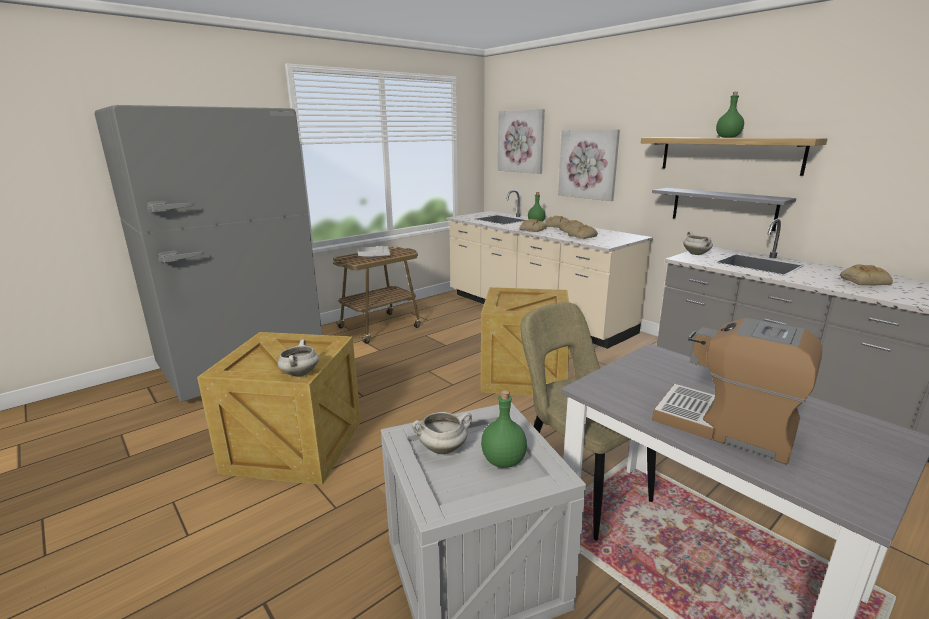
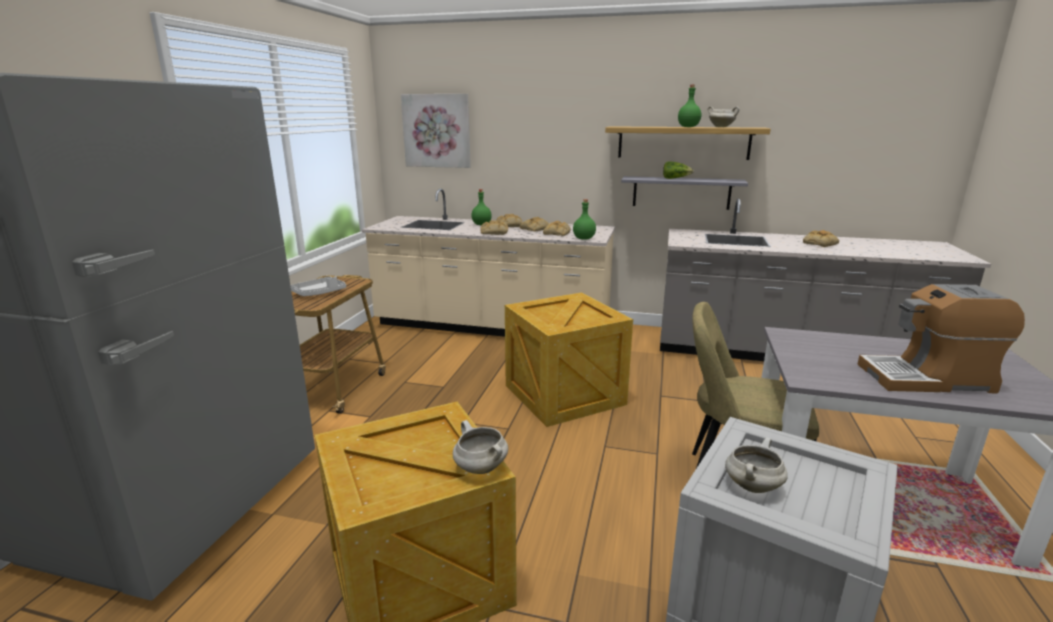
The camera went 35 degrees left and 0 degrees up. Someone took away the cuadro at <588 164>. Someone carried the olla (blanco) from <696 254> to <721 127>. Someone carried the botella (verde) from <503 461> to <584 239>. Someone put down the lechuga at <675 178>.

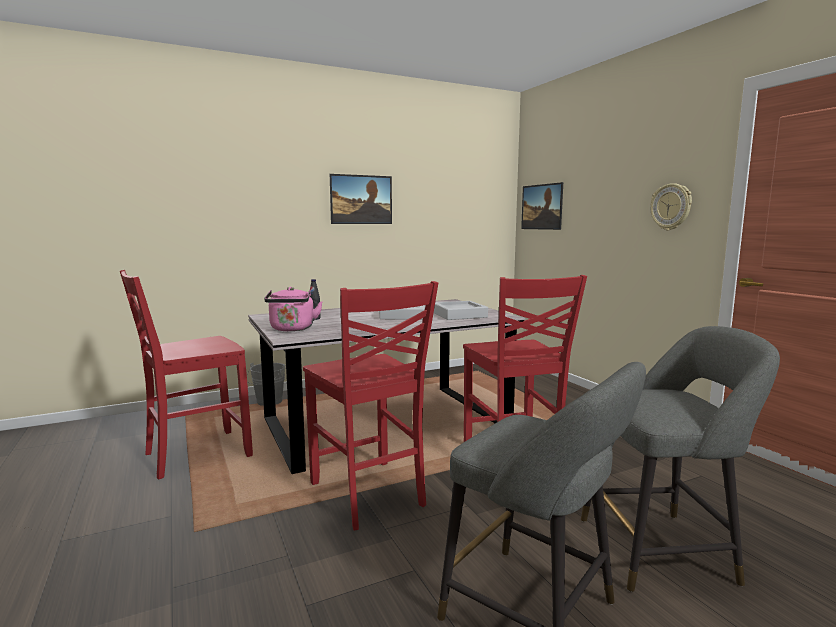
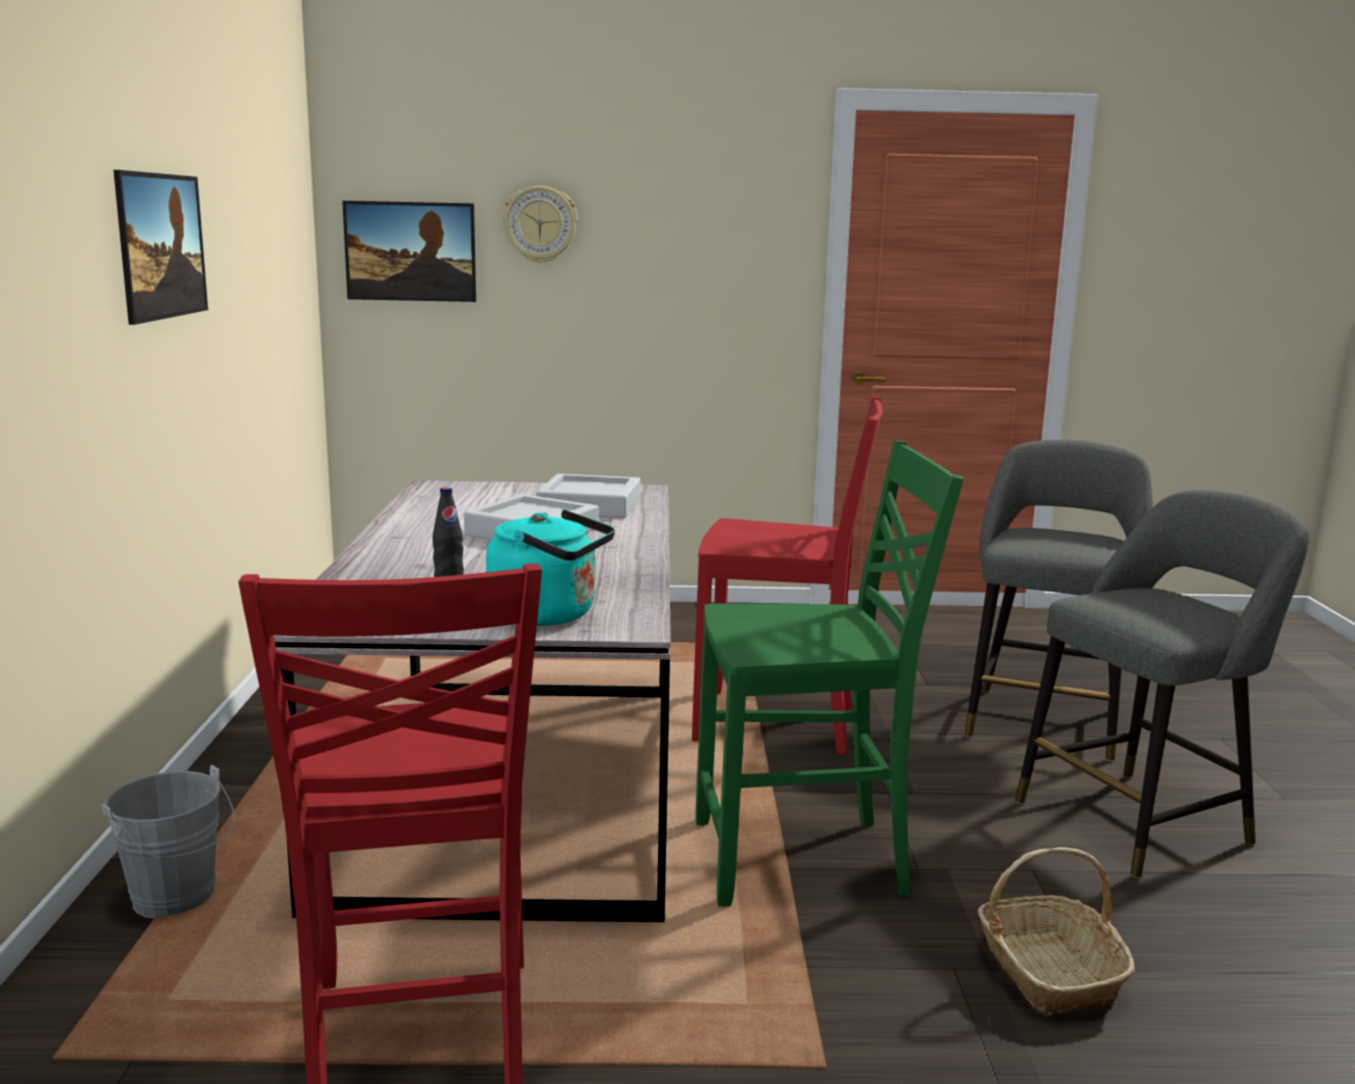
The camera went 65 degrees left and 5 degrees up. Someone carried the reloj de pared from <671 207> to <540 224>. Someone repainted the silla (rojo) at <369 495>, which became the silla (verde) at <804 860>. Someone repainted the hervidor (rosa) at <292 329>, which became the hervidor (turquesa) at <550 615>. Someone put down the cesta at <1047 970>.

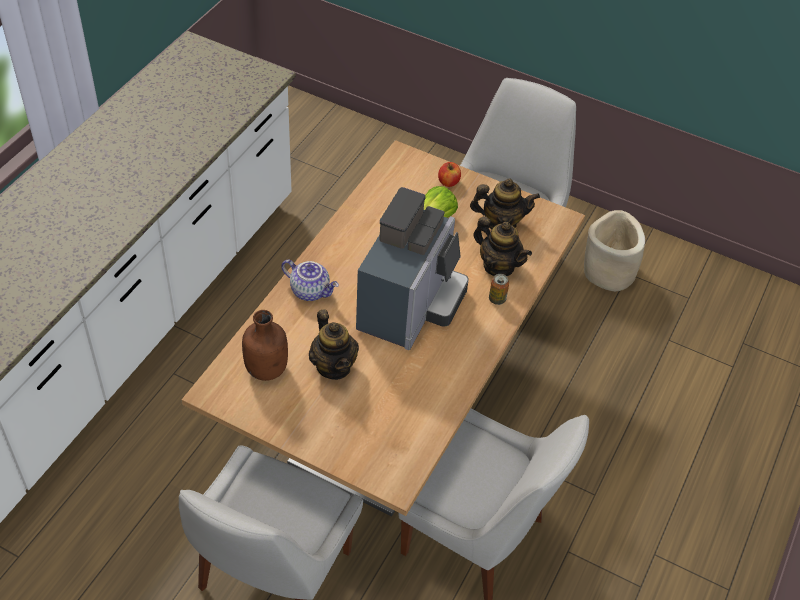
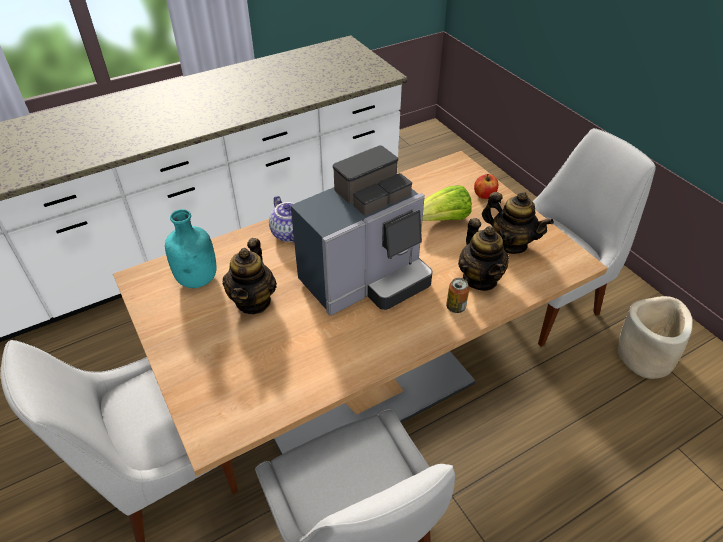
The camera went 35 degrees right and 5 degrees down. Someone repainted the botella (marrón) at <267 369>, which became the botella (turquesa) at <198 279>.

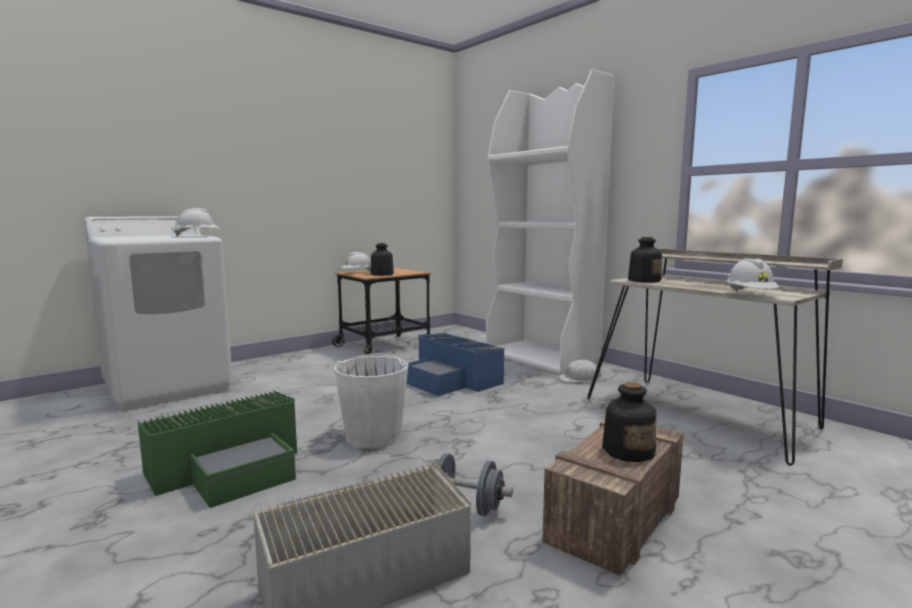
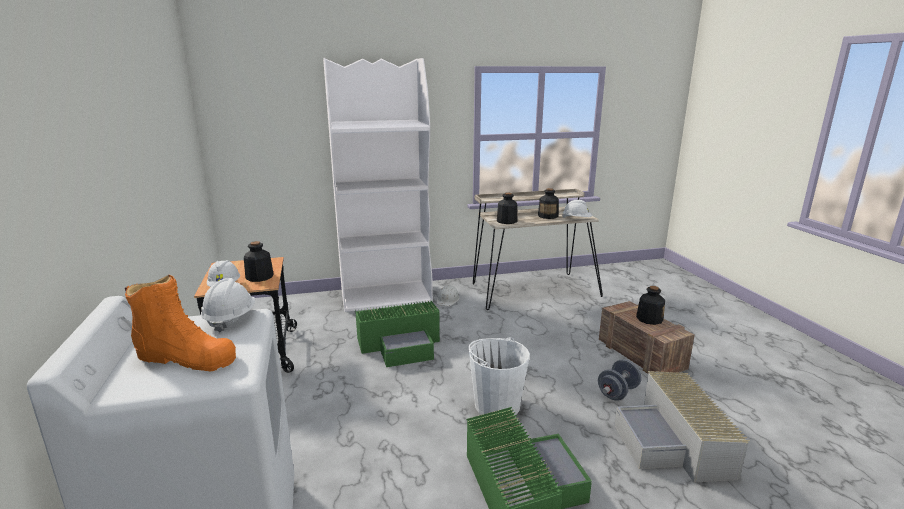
The camera went 65 degrees left and 10 degrees up. Someone repainted the caja de almacenaje (azul) at <452 380>, which became the caja de almacenaje (verde) at <401 344>. Someone put down the botella at <548 216>. Someone put down the bota (naranja) at <186 358>.

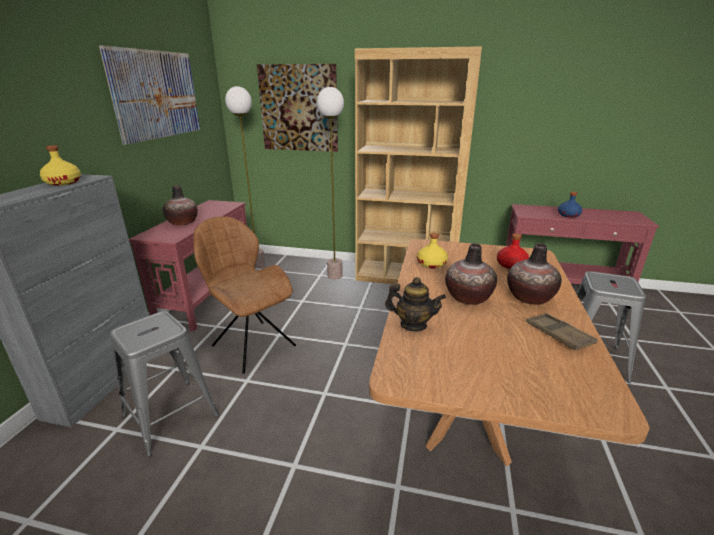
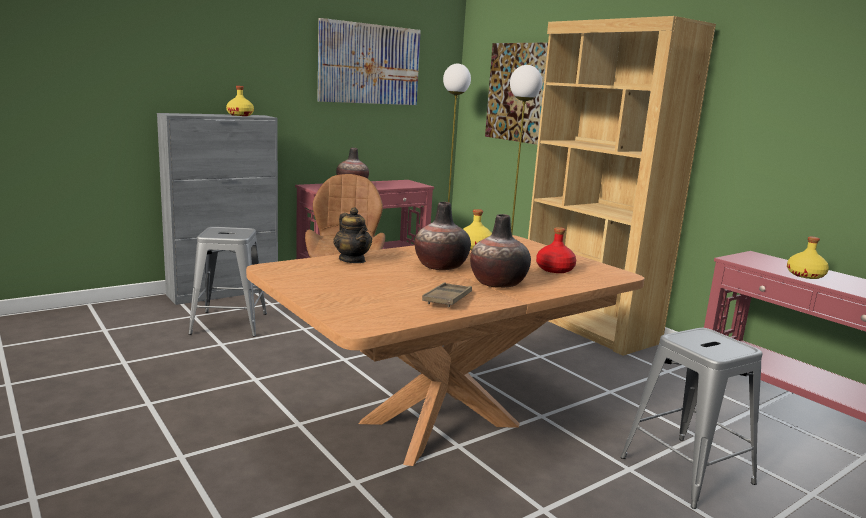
The camera went 40 degrees right and 10 degrees down. Someone repainted the botella (azul) at <568 215>, which became the botella (amarillo) at <805 275>.

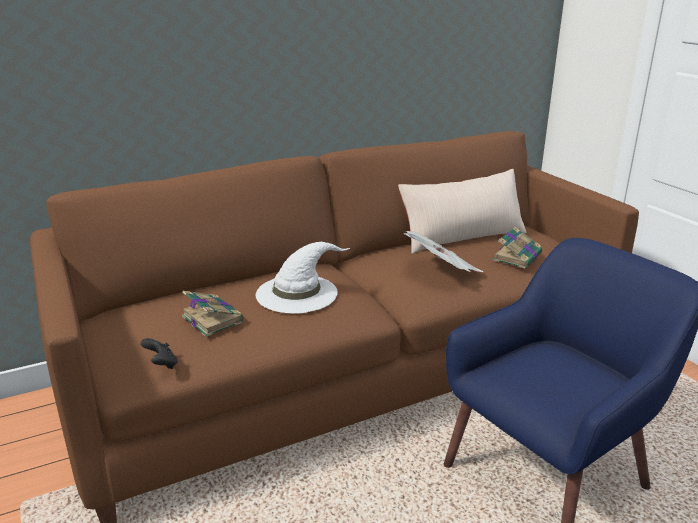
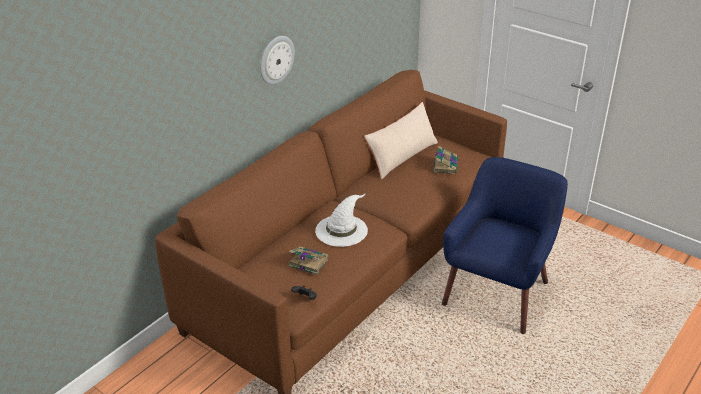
The camera went 25 degrees left and 10 degrees up. Someone took away the periódico at <442 271>. Someone put up the reloj de pared at <276 59>.

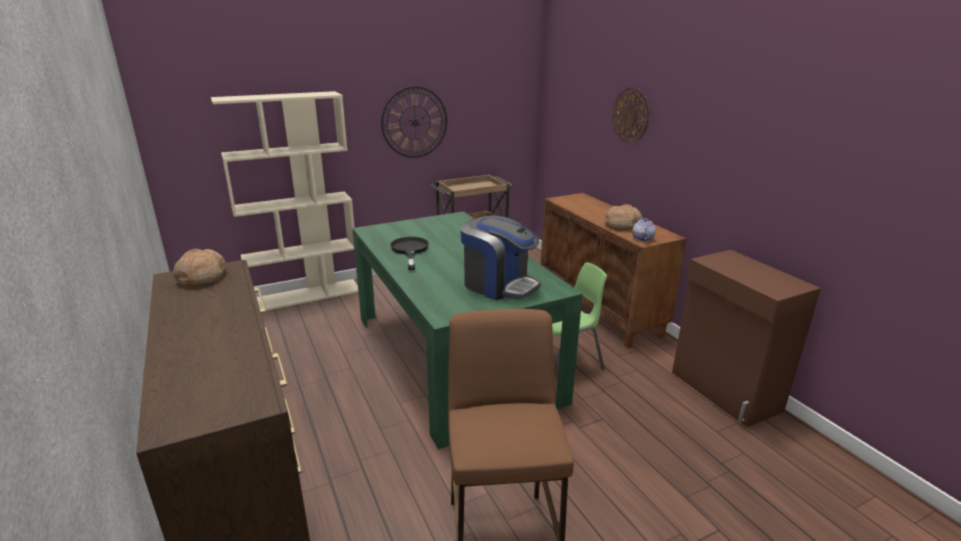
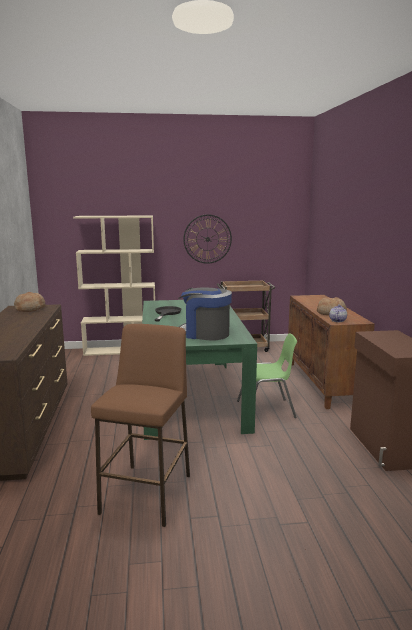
The camera went 20 degrees right and 10 degrees down. Someone took away the reloj de pared at <631 115>. Someone rotated the cafetera at <499 285> by 150 degrees clockwise.

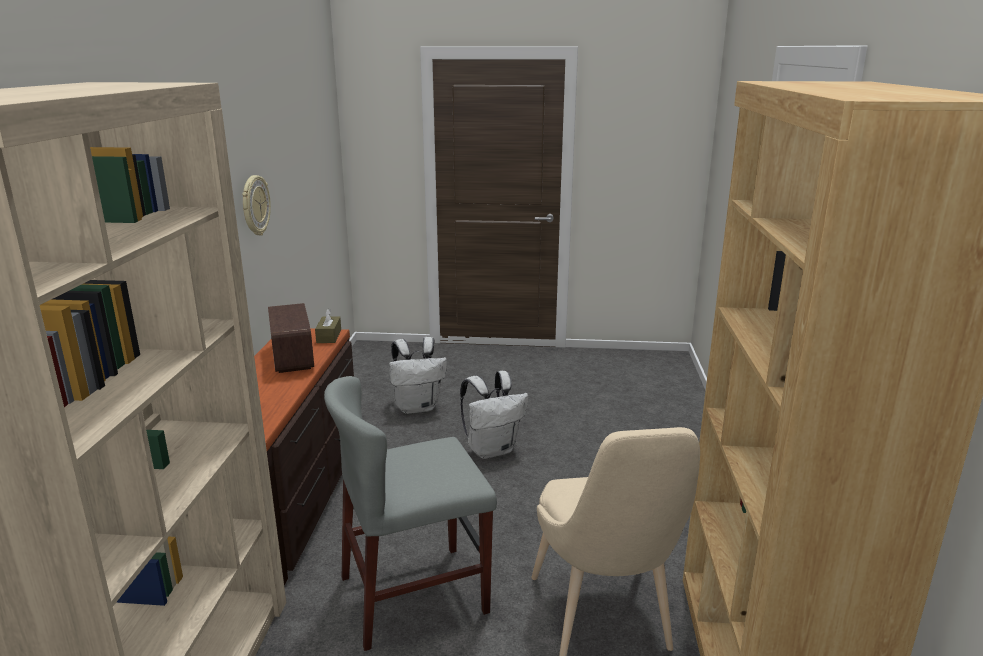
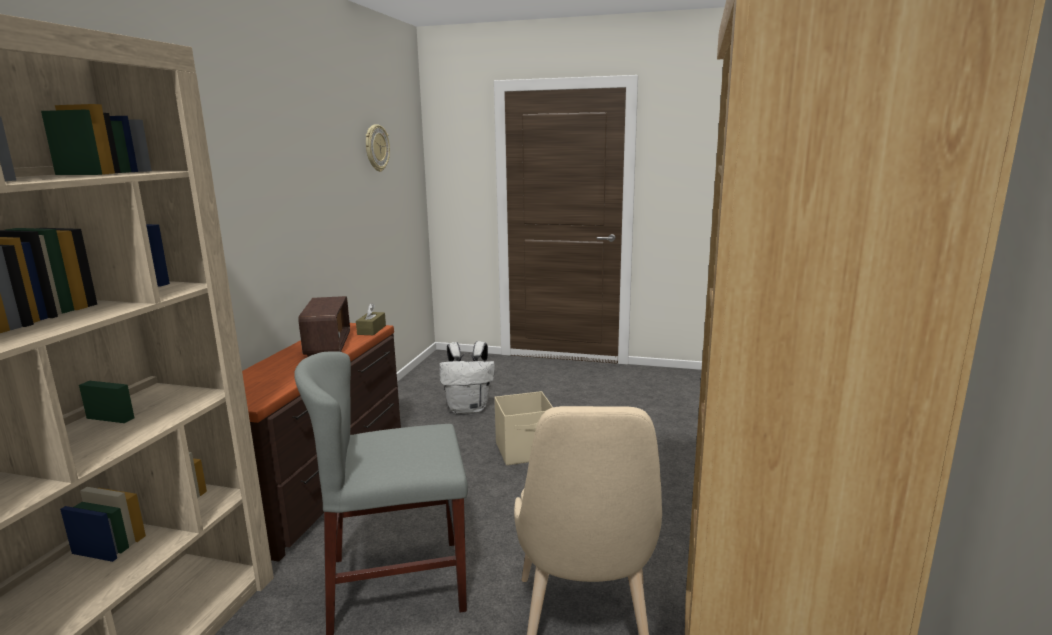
The camera went 10 degrees right and 5 degrees down. Someone carried the reloj de pared from <254 205> to <376 148>. Someone swapped the mochila (blanco) at <492 449> for the caja de almacenaje (beis) at <525 451>.

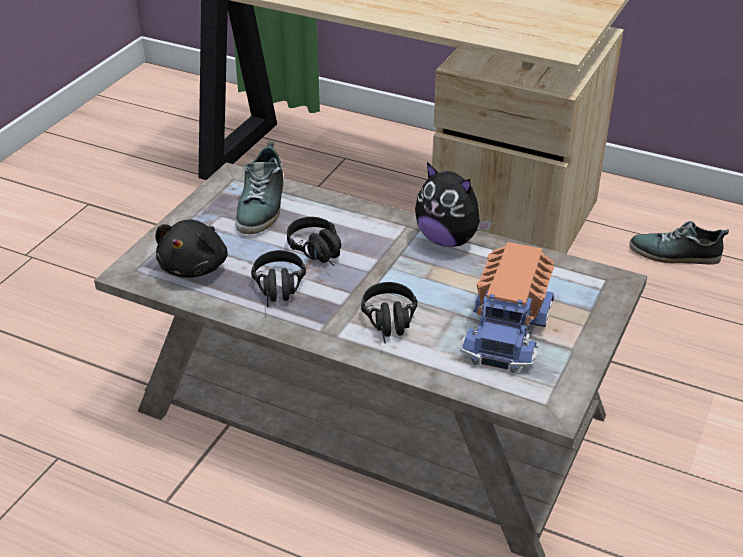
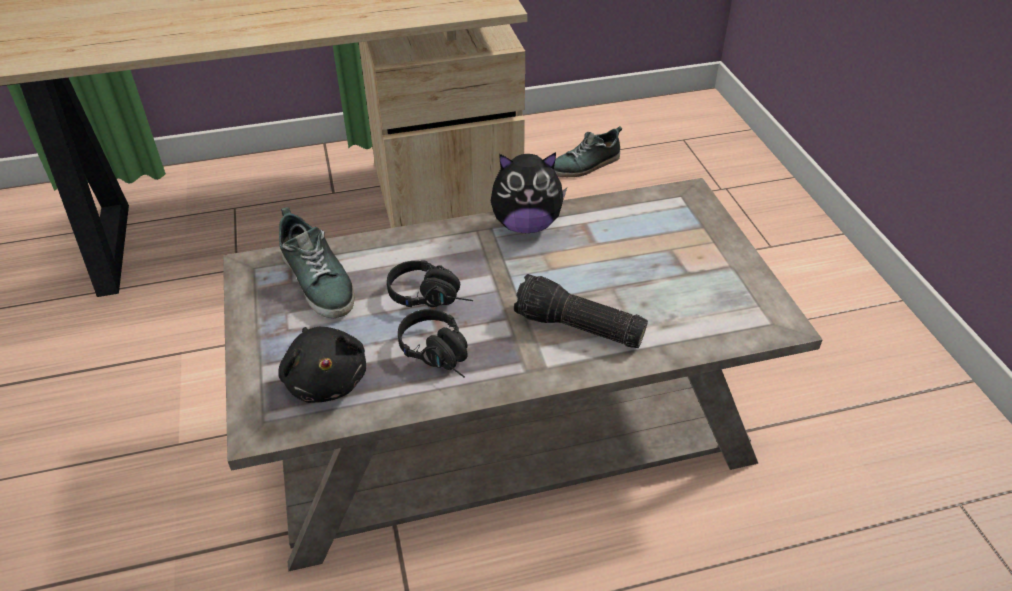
The camera went 40 degrees left and 5 degrees up. Someone took away the camión de juguete at <509 329>. Someone swapped the auriculares (negro) at <391 325> for the linterna at <577 328>.

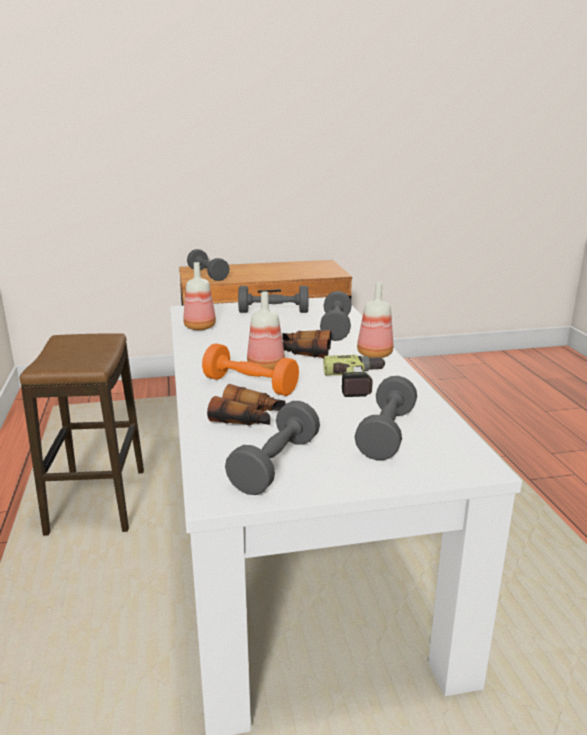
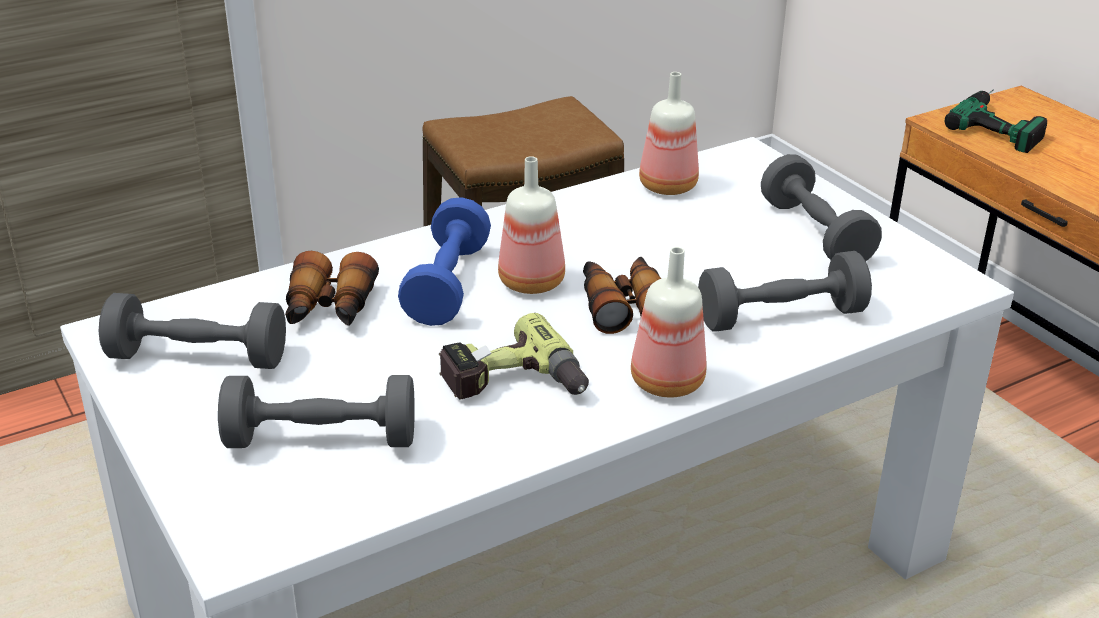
The camera went 70 degrees right and 10 degrees up. Someone swapped the mancuerna (gris) at <208 275> for the taladro at <1002 124>. Someone repainted the mancuerna (naranja) at <250 385>, which became the mancuerna (azul) at <447 285>.

